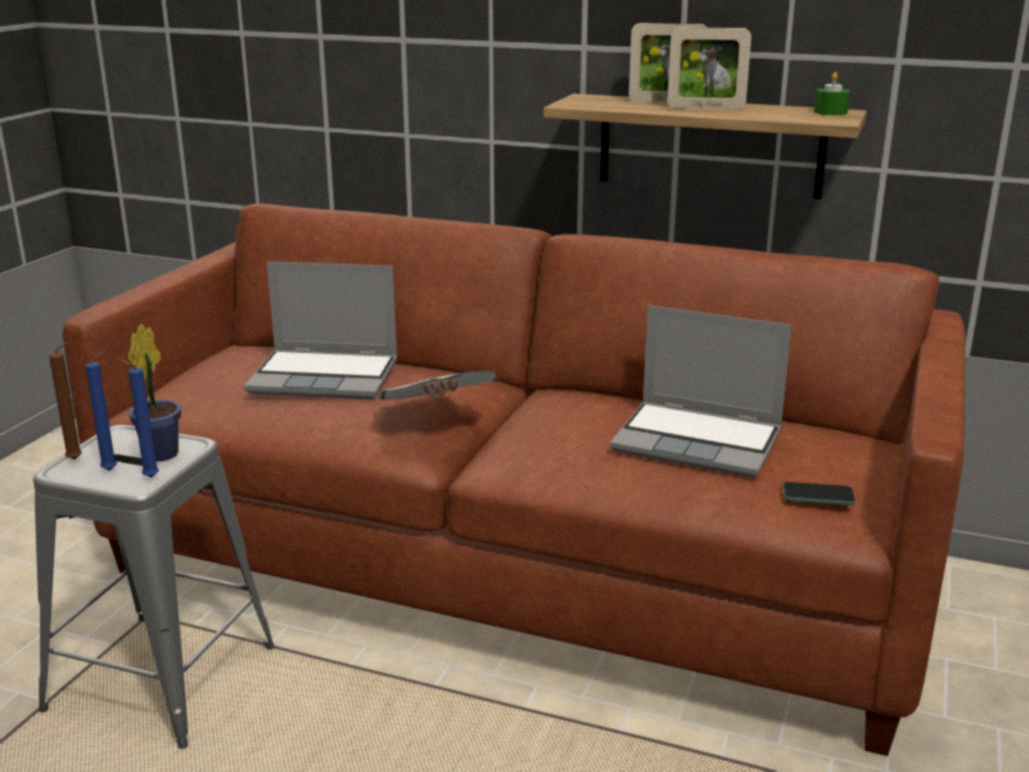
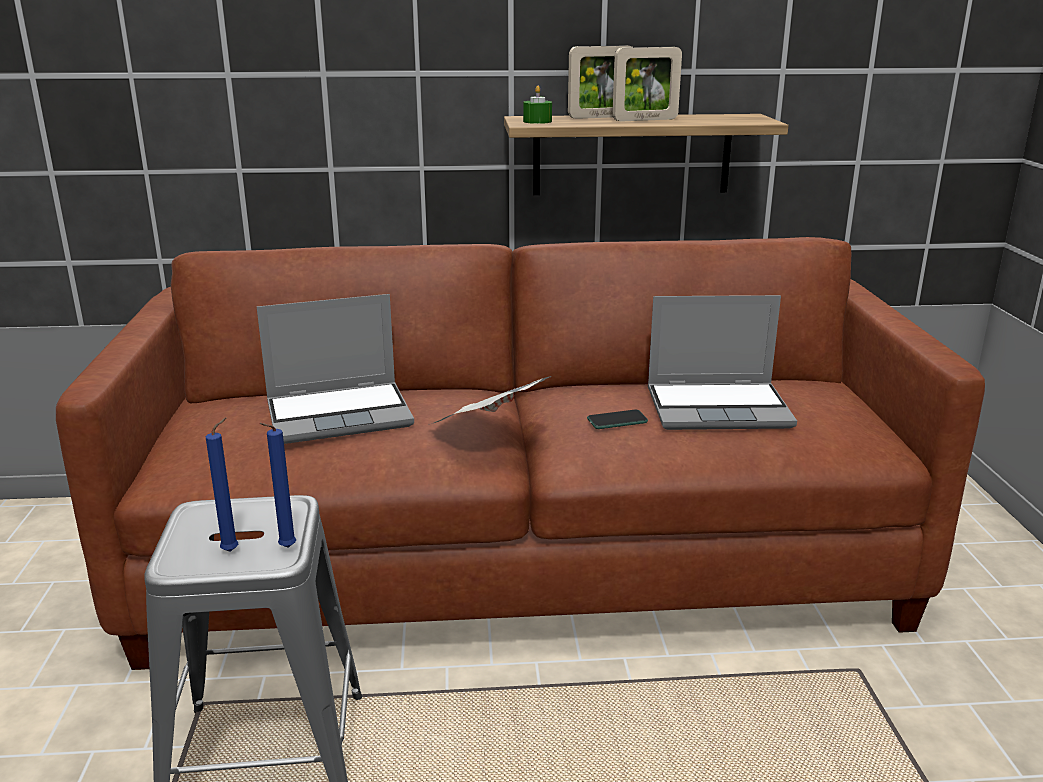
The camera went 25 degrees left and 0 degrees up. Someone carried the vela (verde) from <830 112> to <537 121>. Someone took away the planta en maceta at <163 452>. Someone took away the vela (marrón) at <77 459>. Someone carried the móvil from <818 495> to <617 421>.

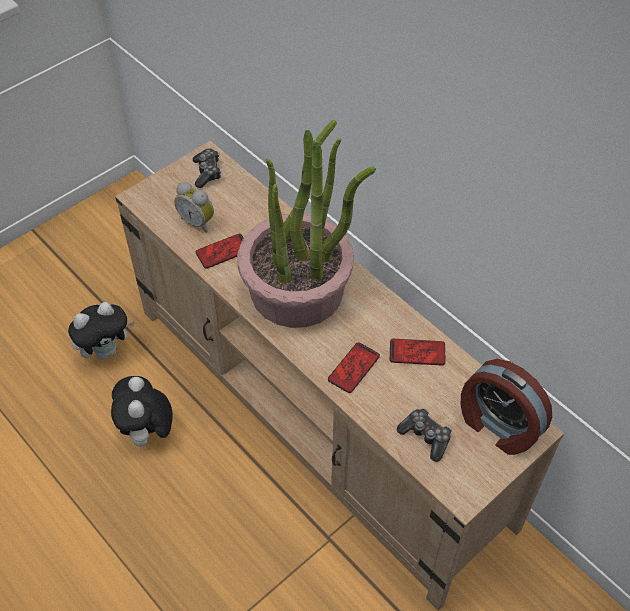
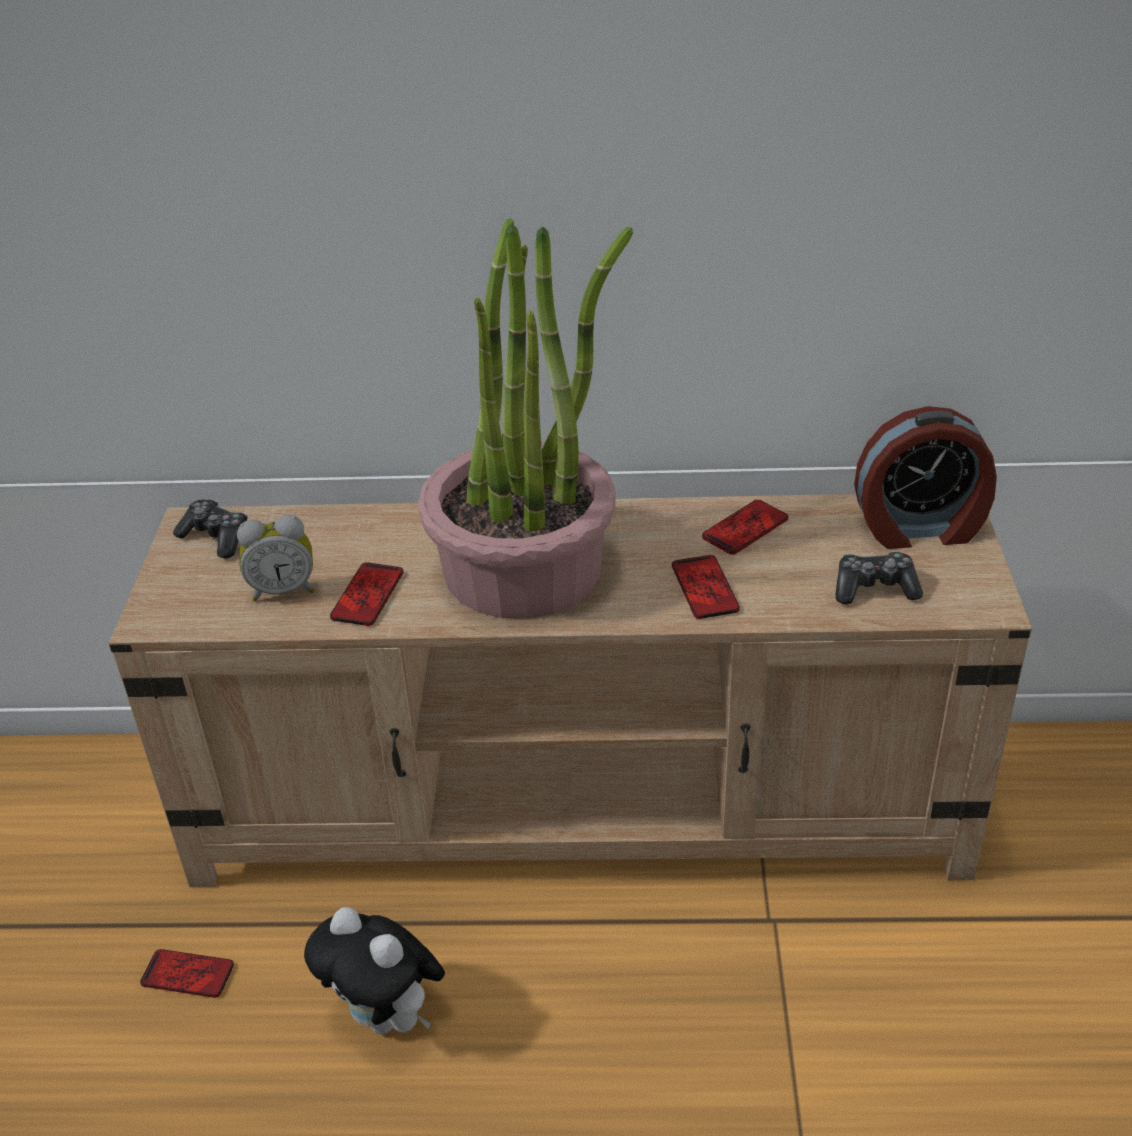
The camera went 45 degrees left and 15 degrees down. Someone swapped the peluche at <107 350> for the móvil at <187 974>.

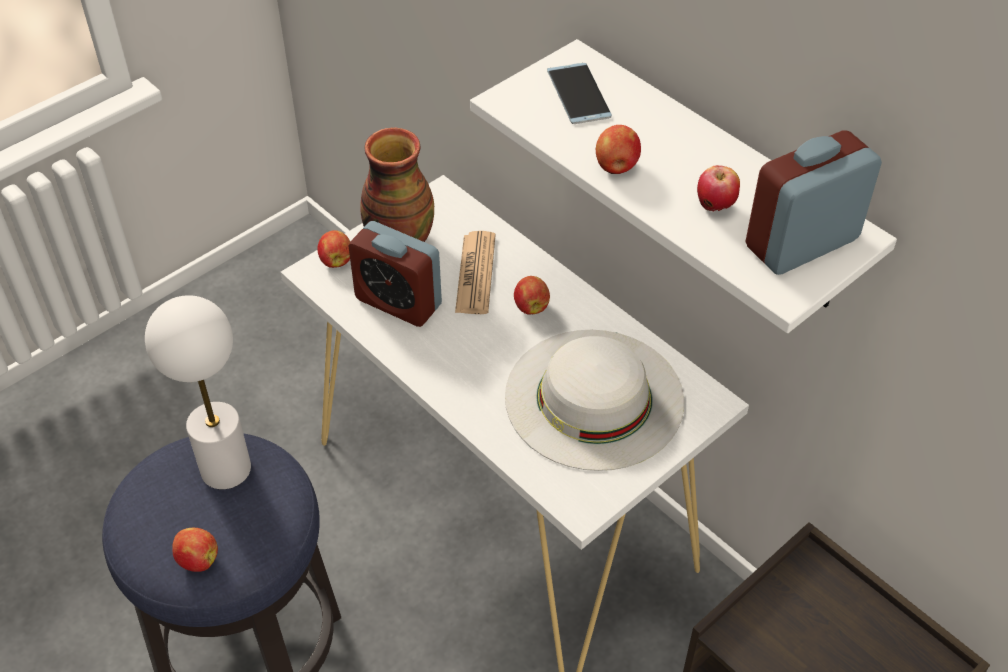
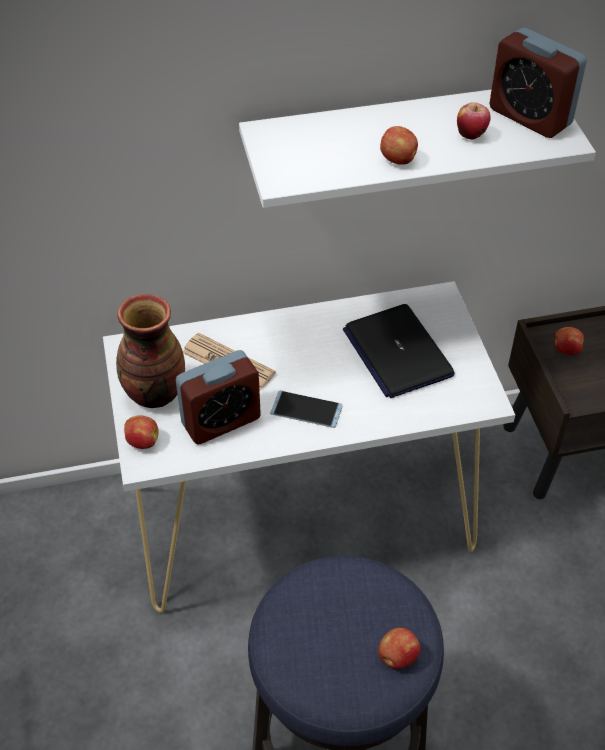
The camera went 60 degrees left and 0 degrees up. Someone carried the móvil from <579 94> to <306 409>. Someone rotated the despertador at <801 243> by 45 degrees counterclockwise. Someone carried the manzana from <531 306> to <566 350>. Someone took away the lámpara de mesa (blanco) at <226 468>. Someone swapped the sombrero (blanco) at <594 398> for the portátil at <397 352>.

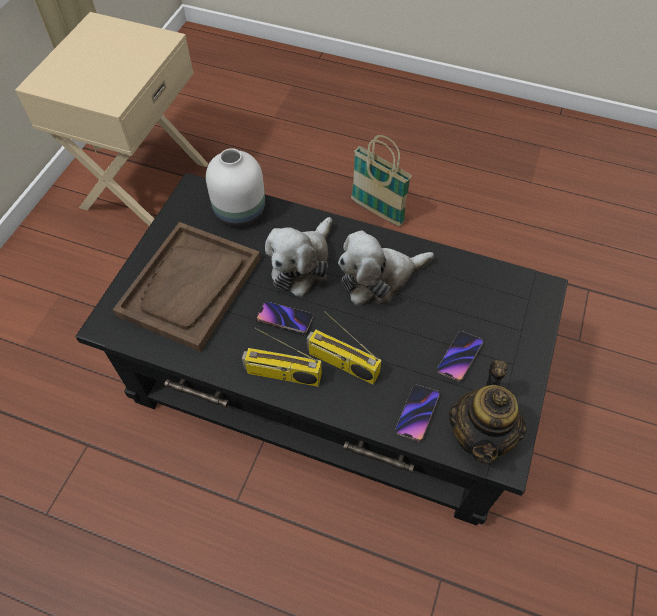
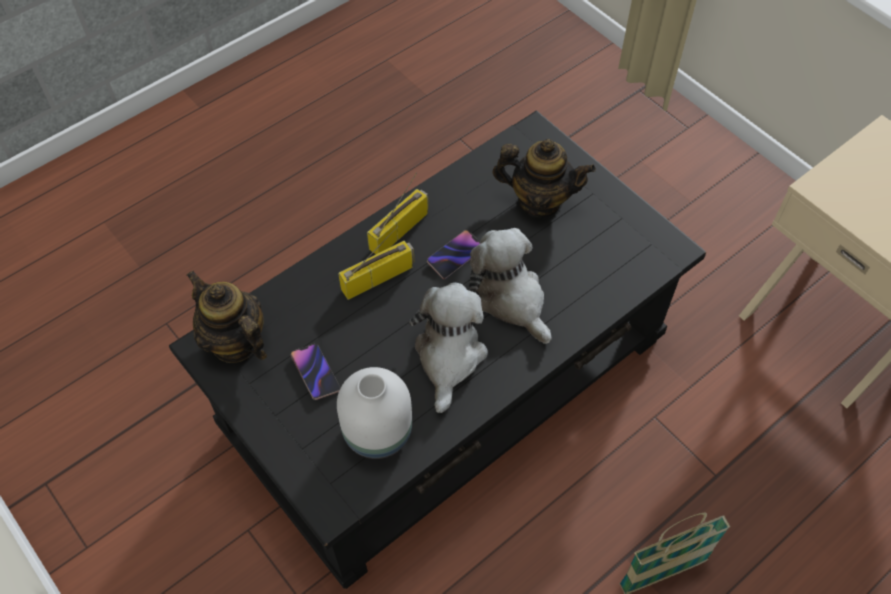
The camera went 120 degrees right and 0 degrees up. Someone carried the florero (blanco) from <239 210> to <379 432>. Someone swapped the bandeja (marrón) at <190 287> for the tetera at <539 200>. Someone took away the móvil at <417 414>.

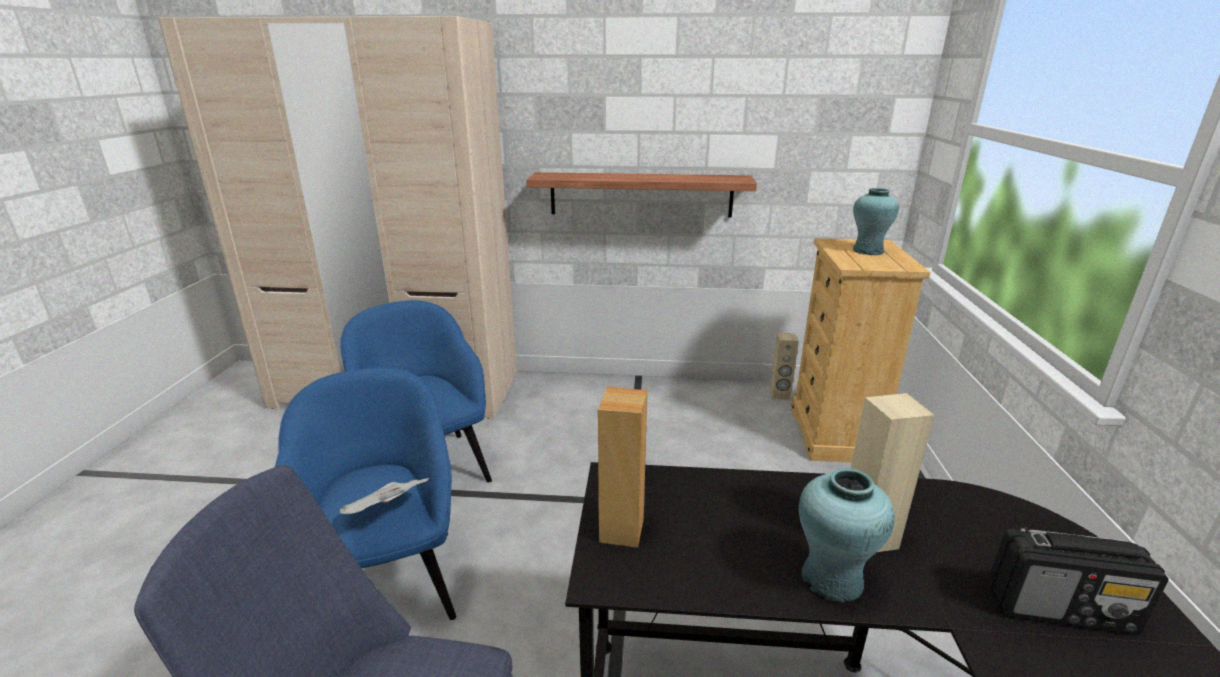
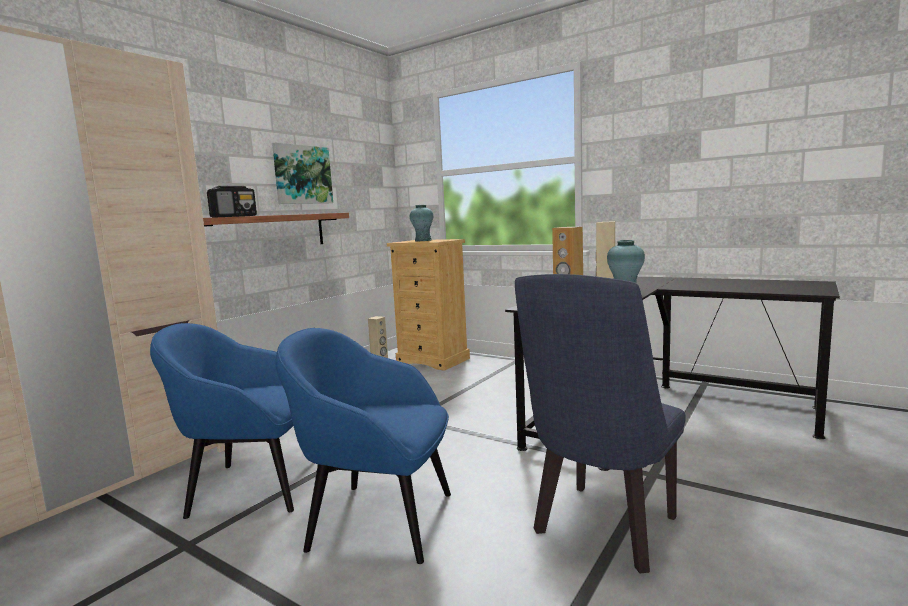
The camera went 60 degrees left and 15 degrees down. Someone took away the periódico at <388 513>. Someone carried the radio from <1060 609> to <234 216>. Someone put up the cuadro at <302 175>.

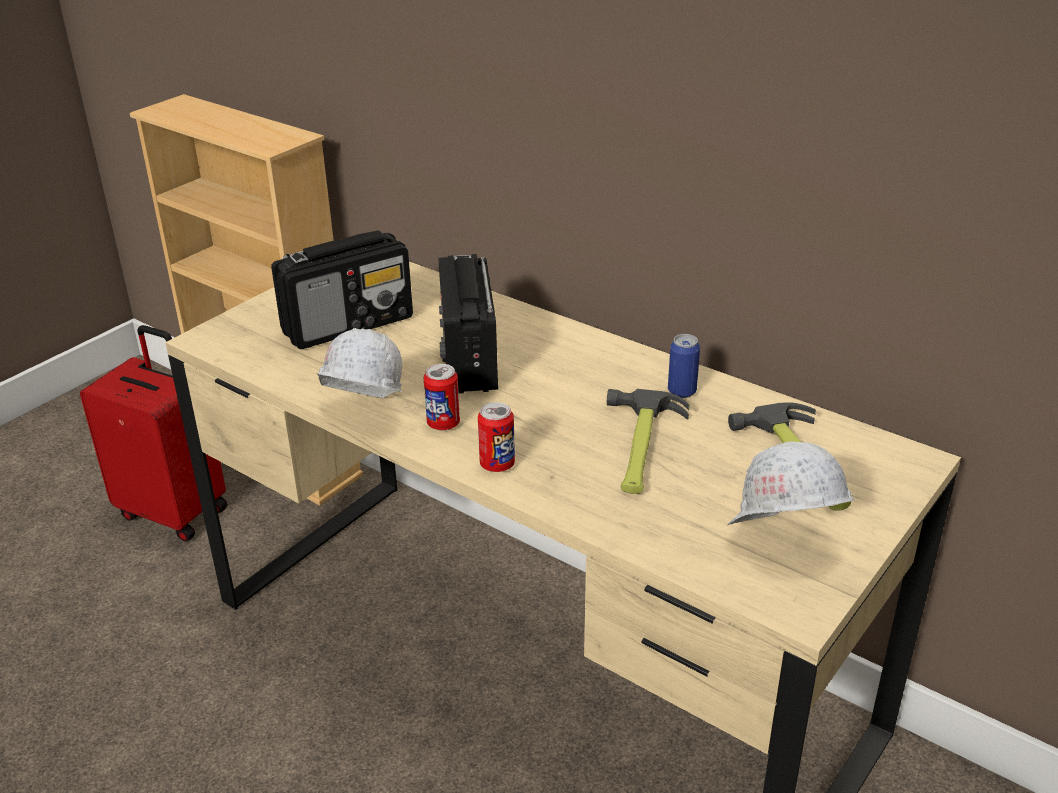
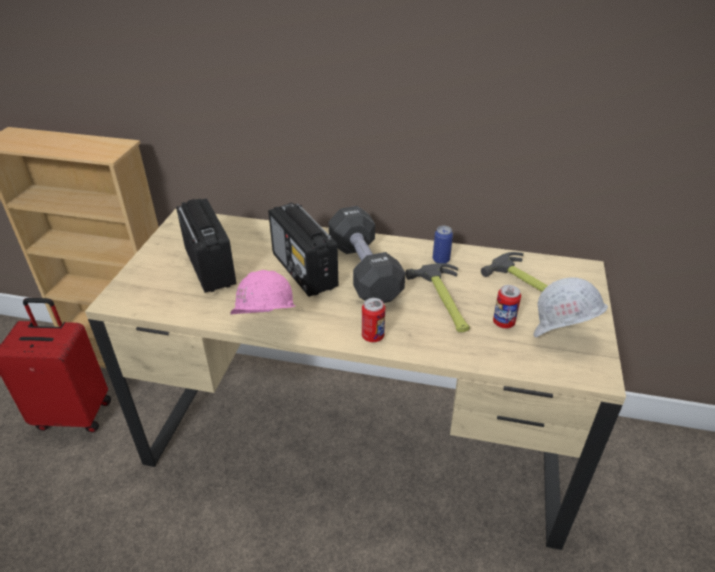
The camera went 25 degrees left and 5 degrees up. Someone rotated the radio at <349 324> by 60 degrees counterclockwise. Someone repainted the casco (blanco) at <361 416>, which became the casco (rosa) at <264 328>. Someone carried the lata from <443 424> to <503 323>. Someone put down the mancuerna (negro) at <364 271>.

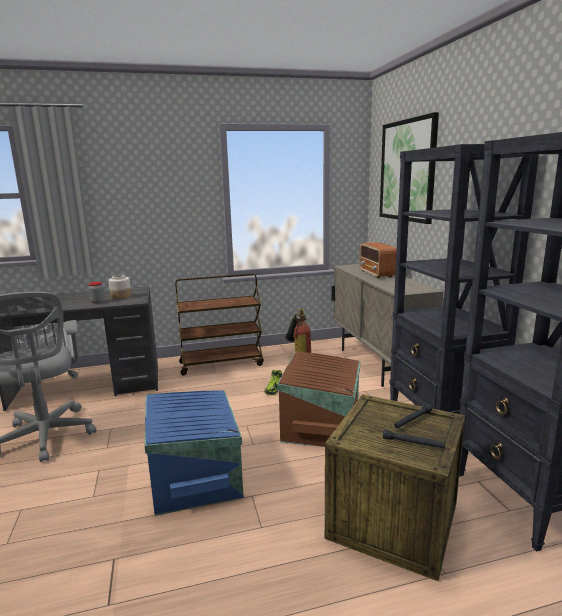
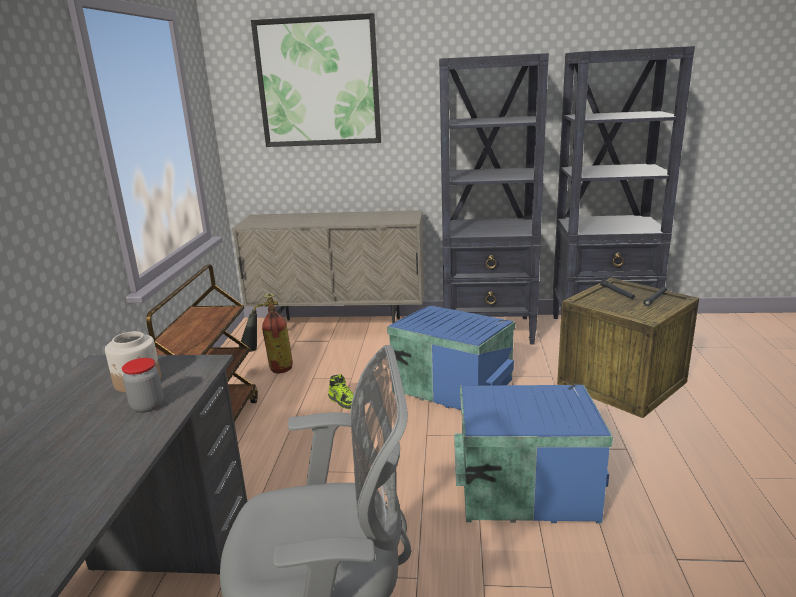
The camera went 70 degrees left and 5 degrees up. Someone took away the radio at <376 274>. Someone repainted the caja de almacenaje (marrón) at <323 423>, which became the caja de almacenaje (azul) at <452 384>.

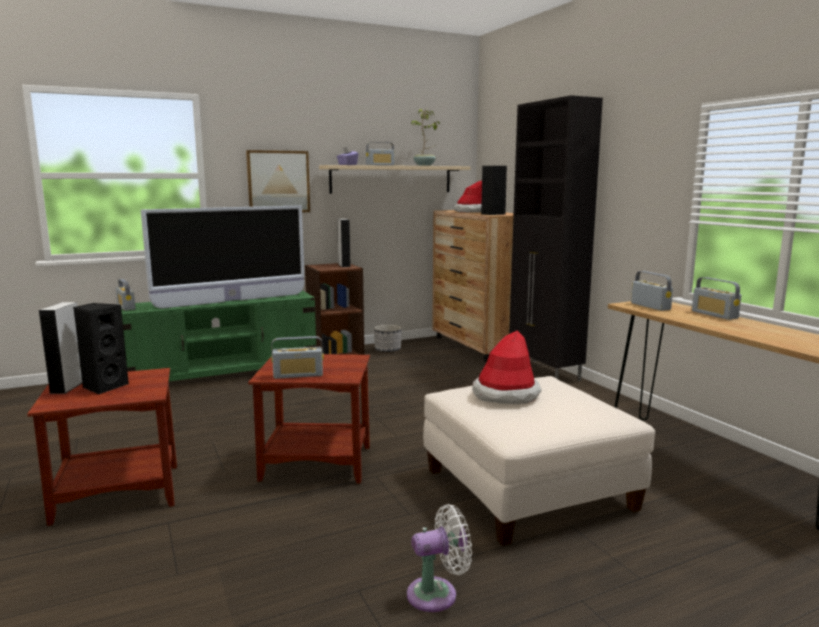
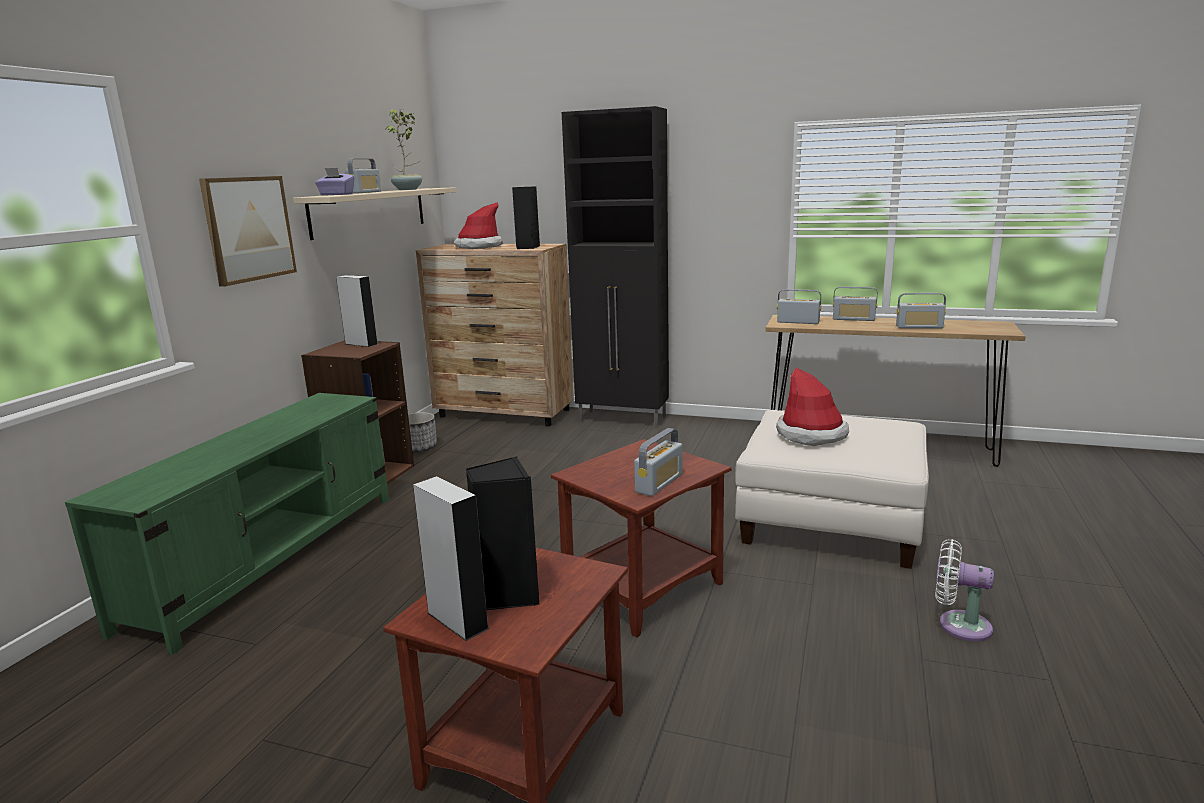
The camera went 45 degrees left and 5 degrees up. Someone took away the televisor at <232 301>. Someone carried the radio from <126 307> to <919 327>. Someone rotated the ventilador (blanco) at <437 594> by 90 degrees counterclockwise.

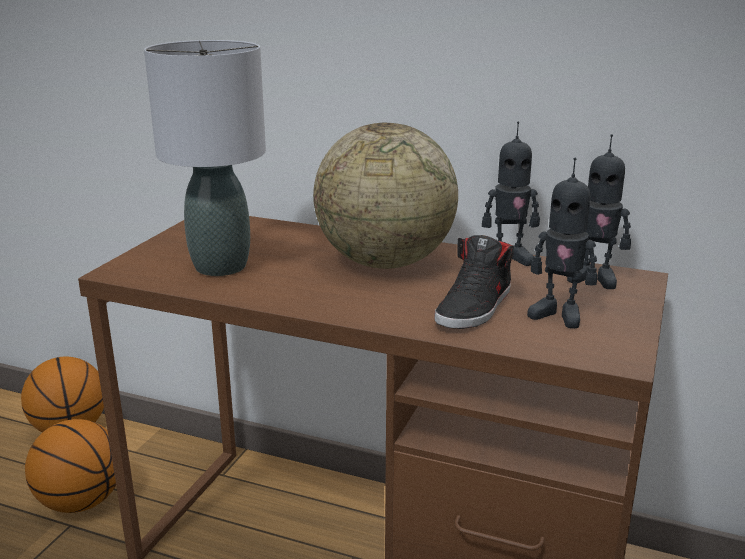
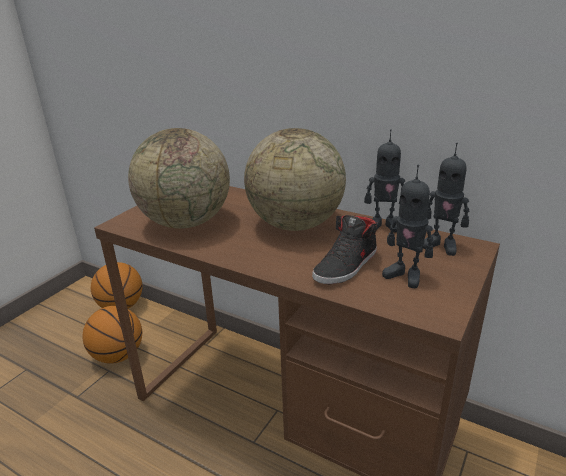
The camera went 10 degrees right and 5 degrees up. Someone swapped the lámpara de mesa (gris) at <221 266> for the globo terráqueo at <186 222>.

